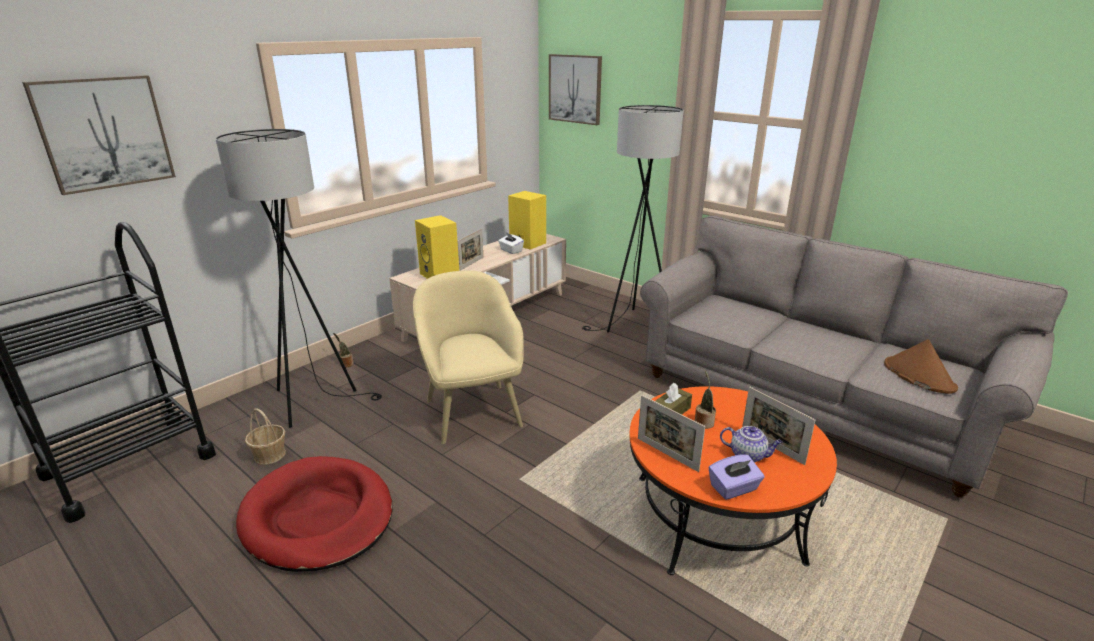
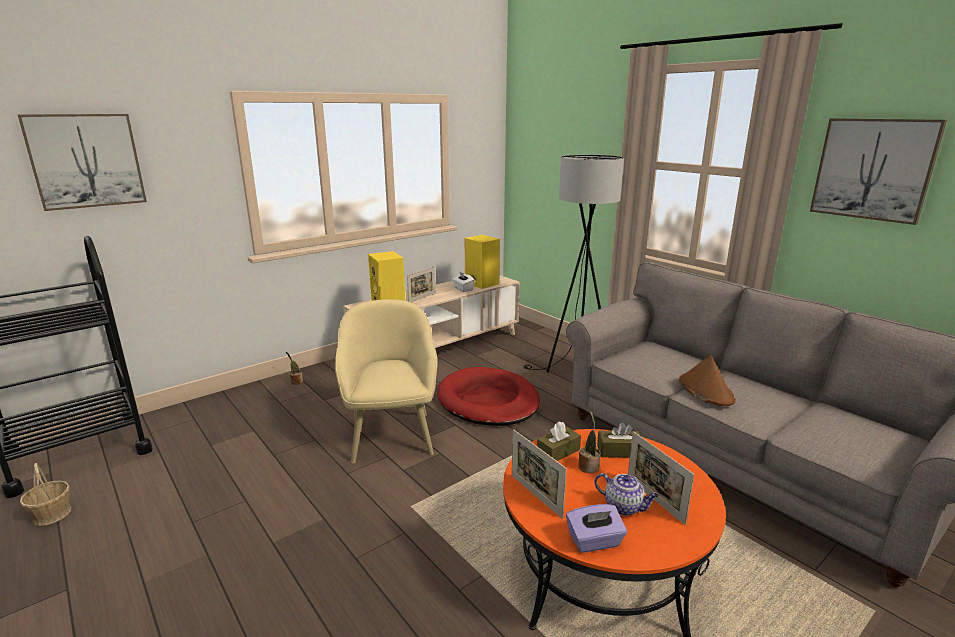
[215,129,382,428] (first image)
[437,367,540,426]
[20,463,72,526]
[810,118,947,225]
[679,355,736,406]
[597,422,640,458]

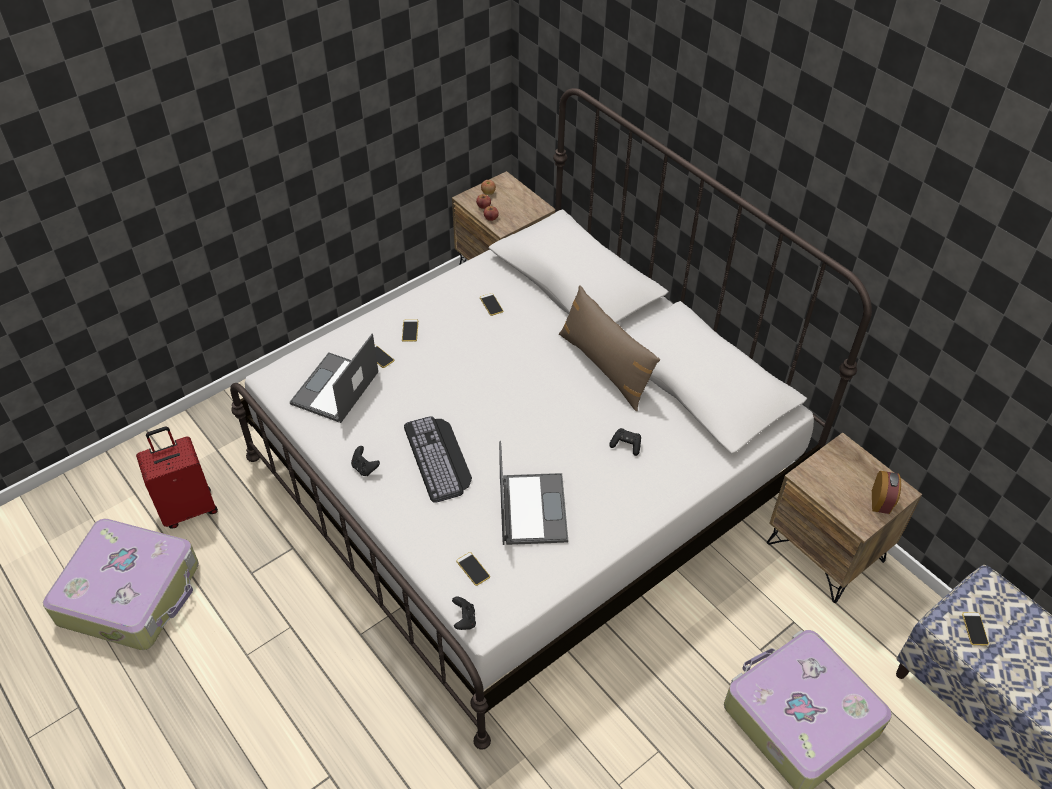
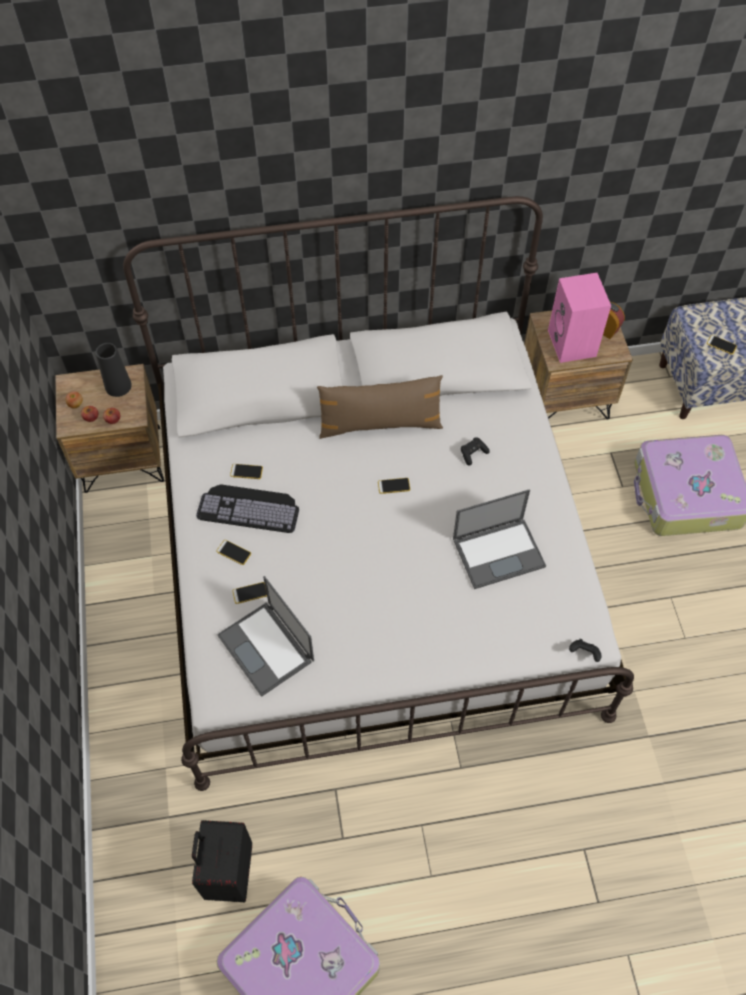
[192,820,252,902]
[351,446,380,476] (first image)
[196,484,299,533]
[378,478,410,494]
[453,489,546,589]
[96,343,132,397]
[548,273,611,363]

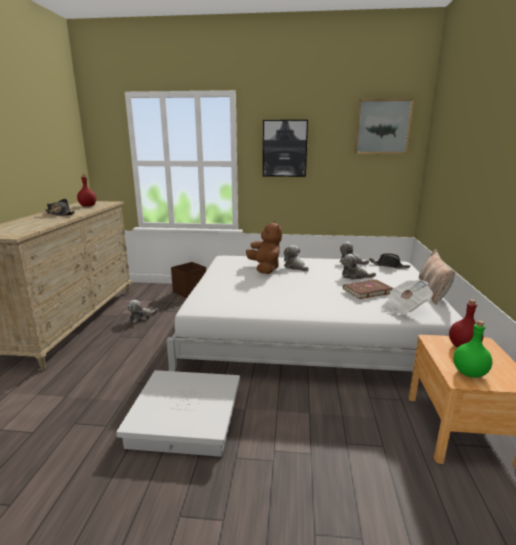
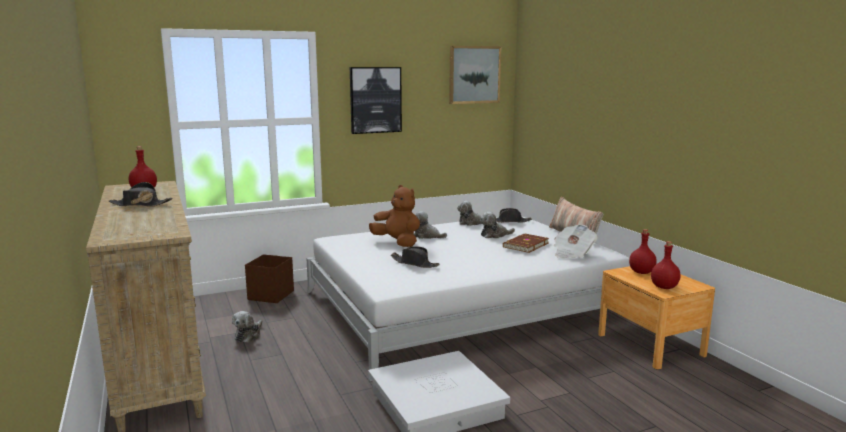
[651,241,681,289]
[391,246,439,268]

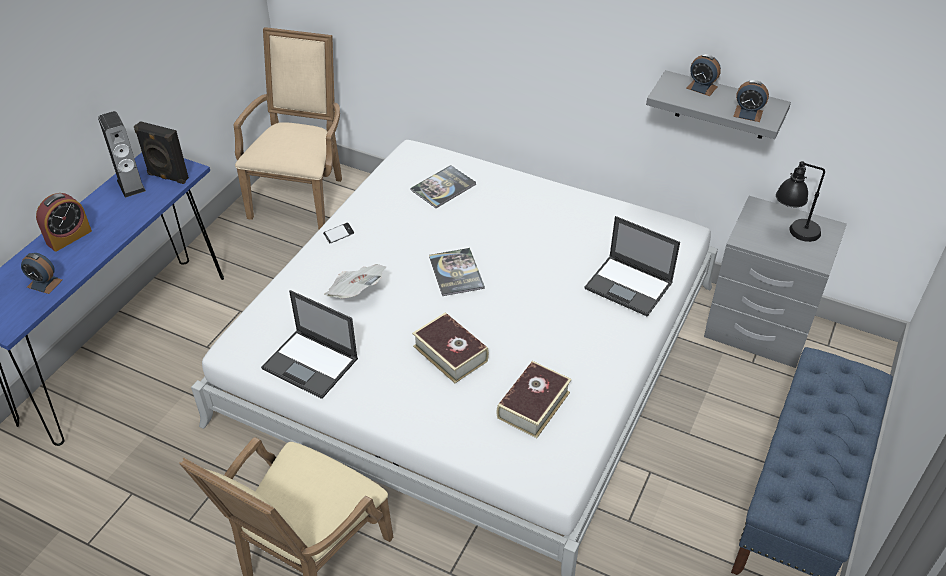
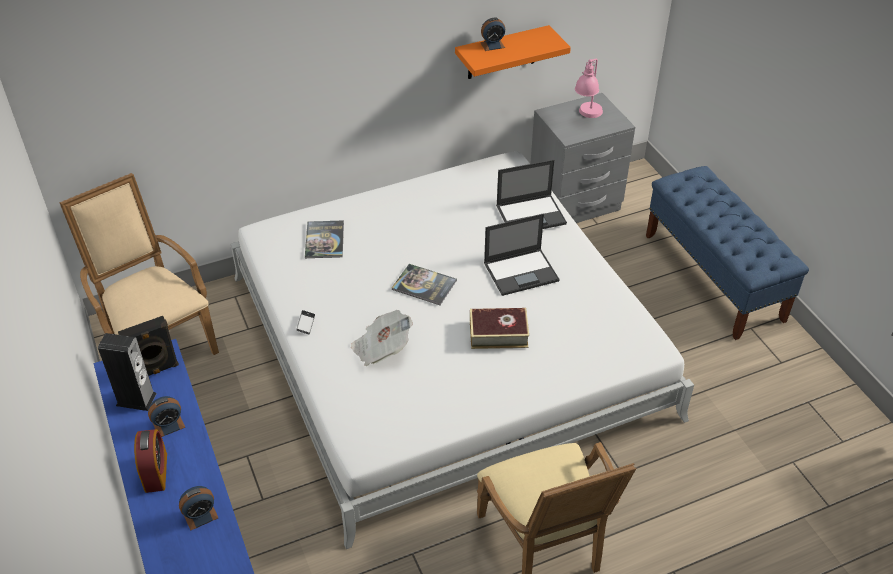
[484,214,560,296]
[497,361,572,438] (first image)
[455,25,571,79]
[148,396,185,437]
[575,58,603,118]

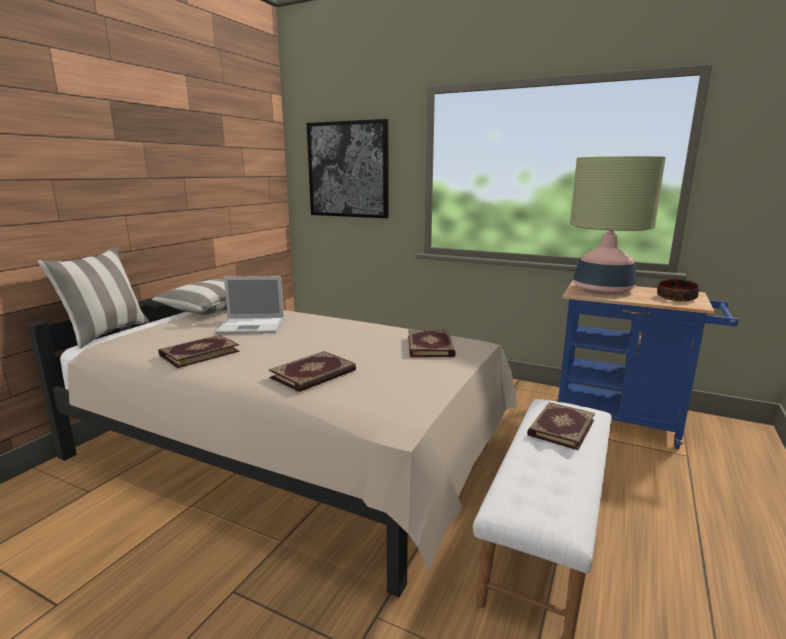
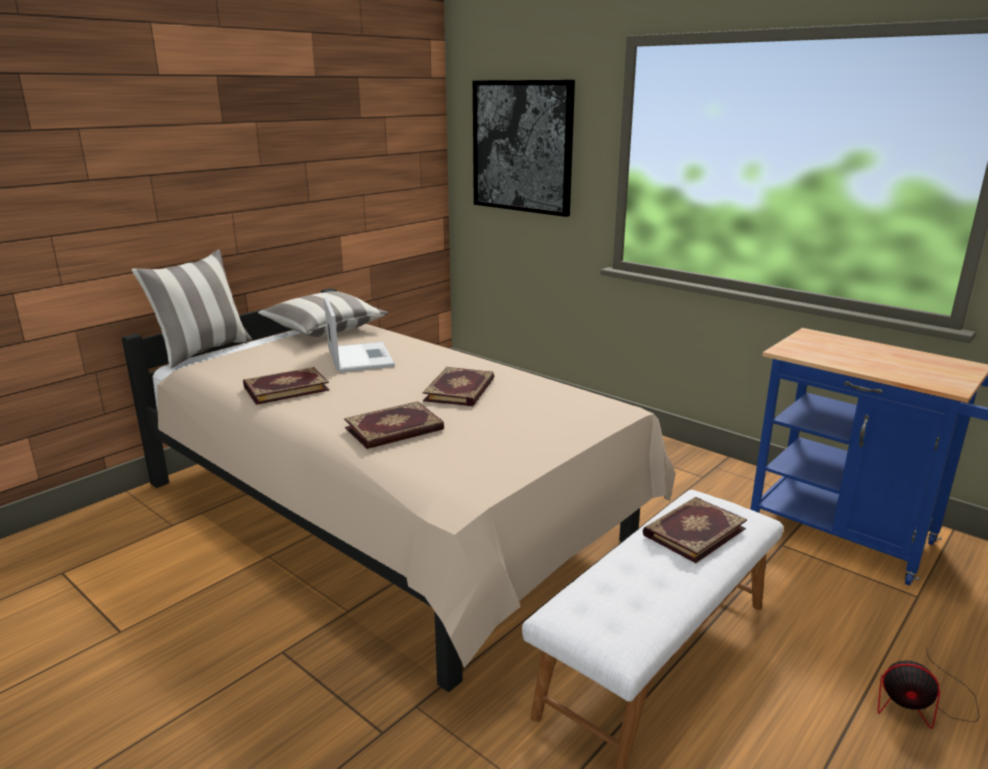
[324,297,395,373]
[423,367,494,406]
[570,156,666,295] (first image)
[657,279,699,302] (first image)
[878,647,980,729]

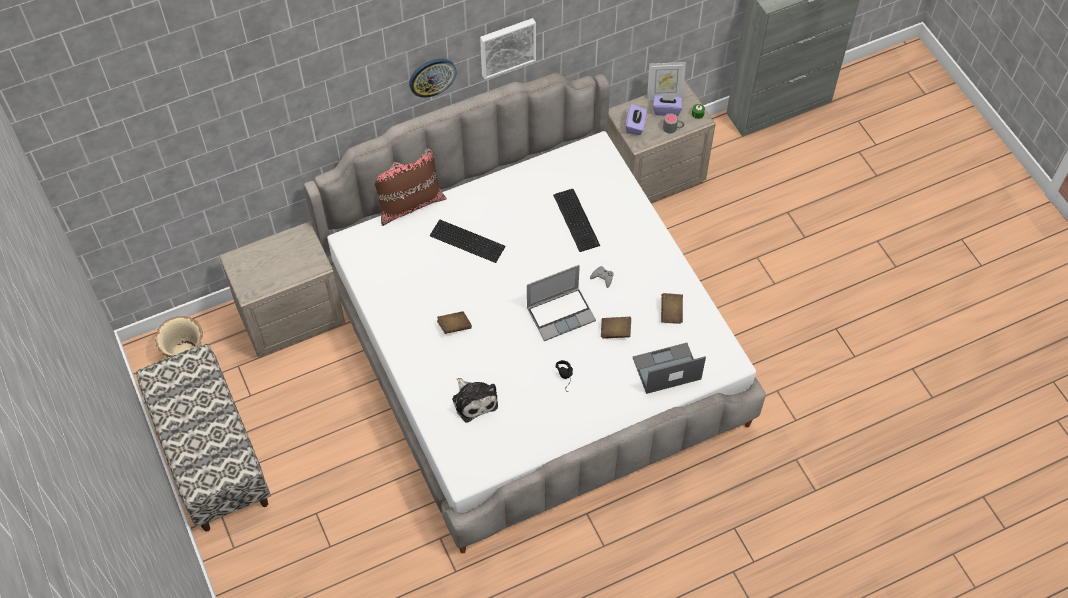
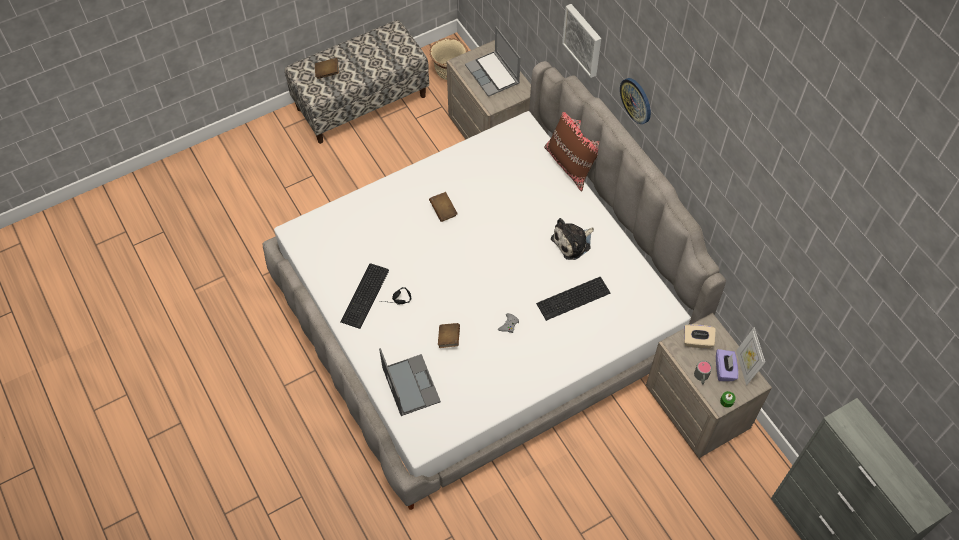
[340,263,389,329]
[551,218,594,260]
[562,4,601,78]
[465,26,521,97]
[684,324,716,349]
[315,58,339,79]

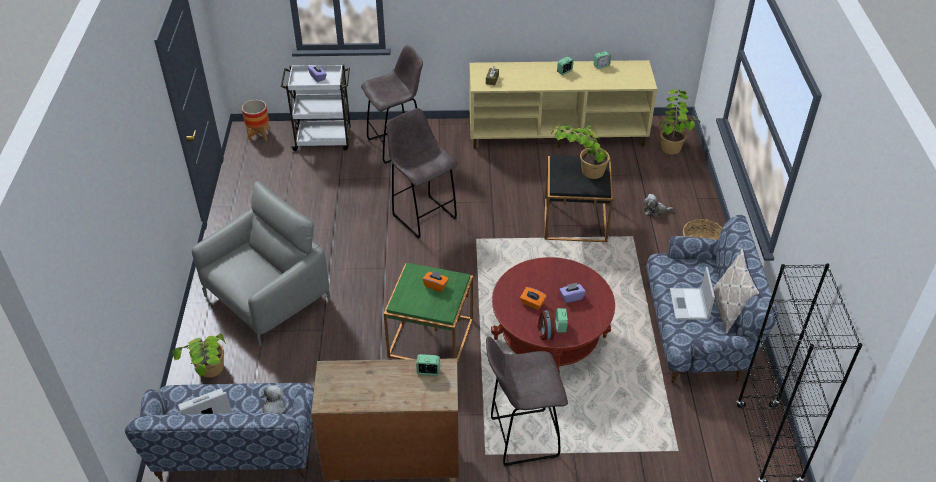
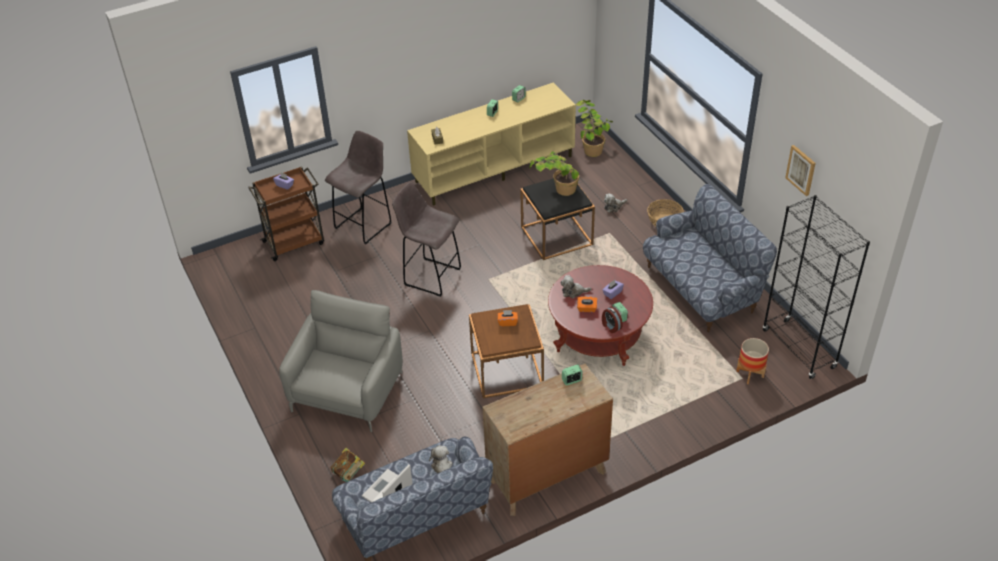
[331,448,365,482]
[736,338,769,384]
[248,166,324,261]
[469,304,544,398]
[486,336,568,466] (first image)
[670,267,715,320] (first image)
[713,249,760,334] (first image)
[561,275,591,298]
[785,145,816,196]

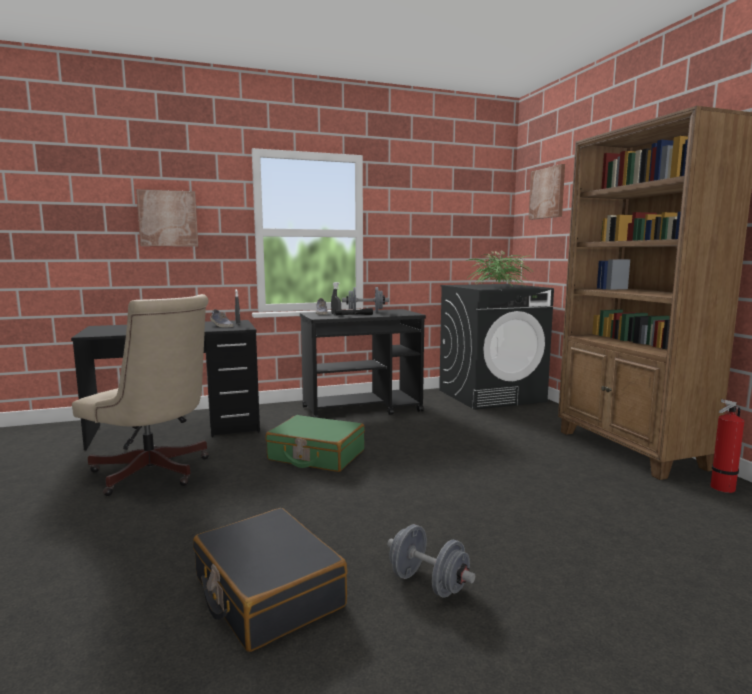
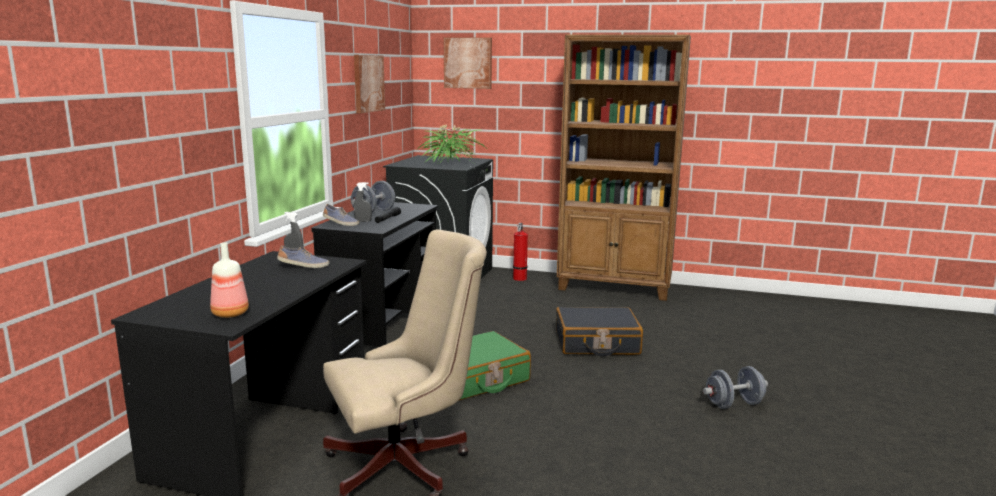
[354,55,385,113]
[556,307,643,356]
[513,223,528,281]
[210,243,249,318]

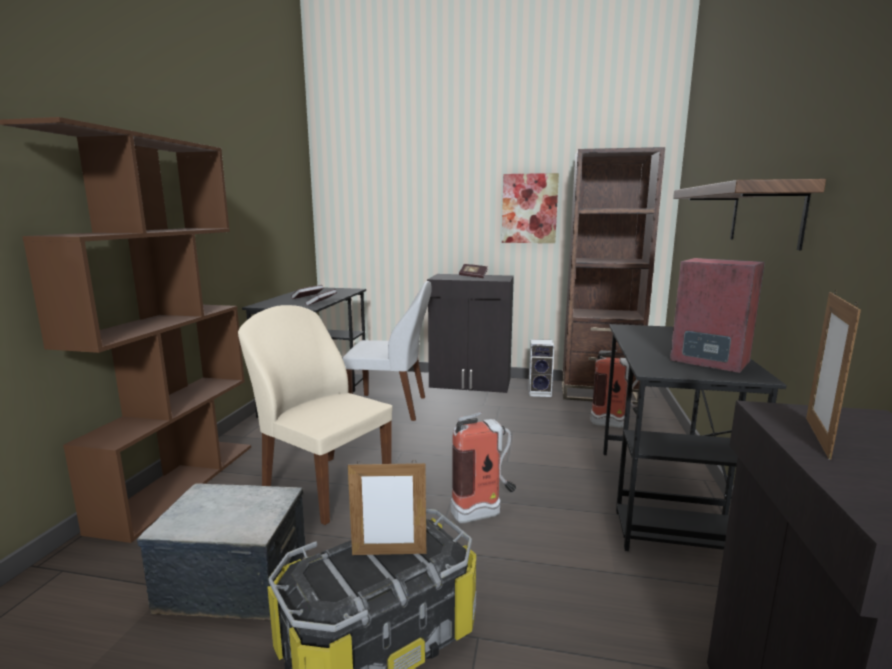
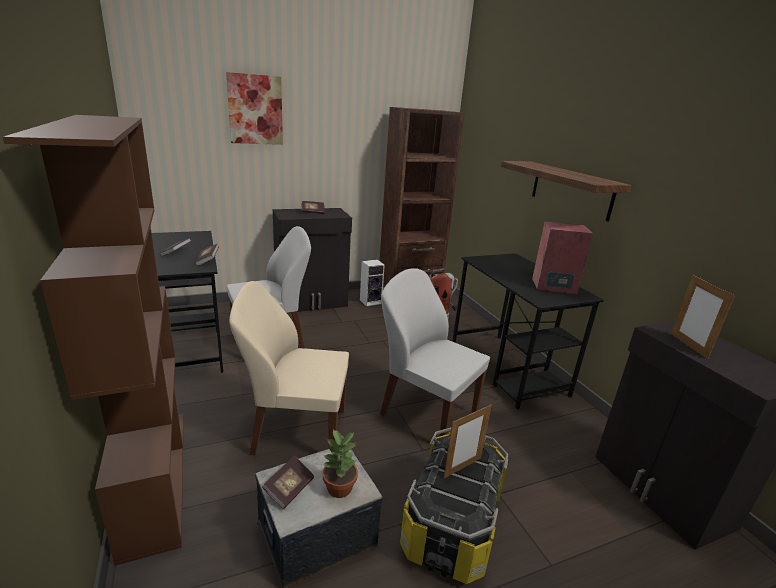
[380,268,490,437]
[226,72,283,145]
[262,455,314,509]
[323,429,358,498]

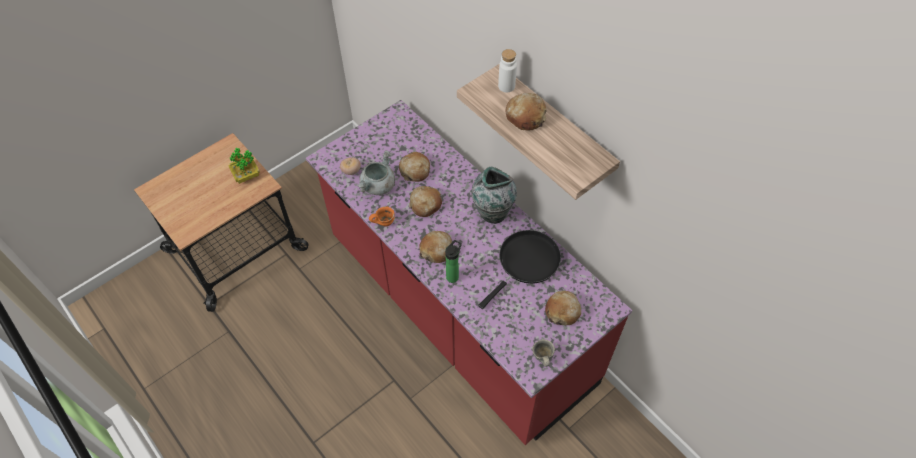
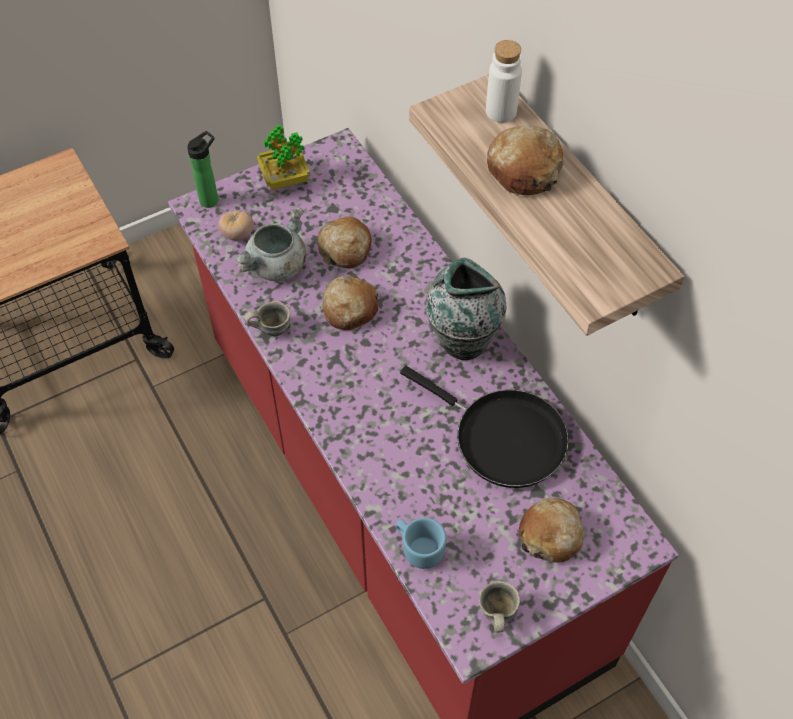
[257,125,310,190]
[244,301,290,336]
[420,231,452,263] (first image)
[187,131,218,208]
[400,366,569,488]
[396,518,447,569]

